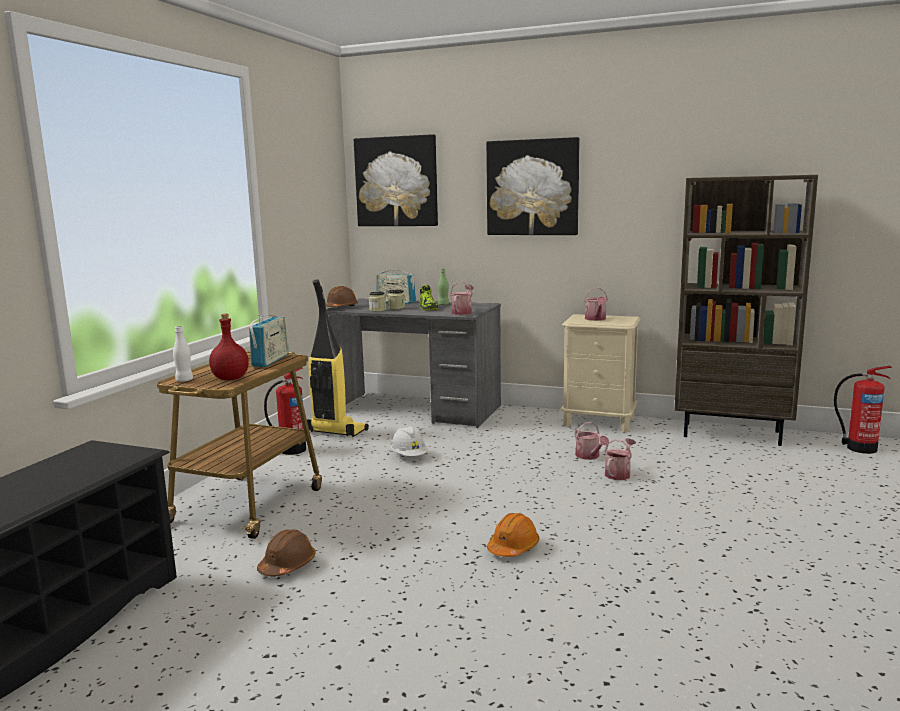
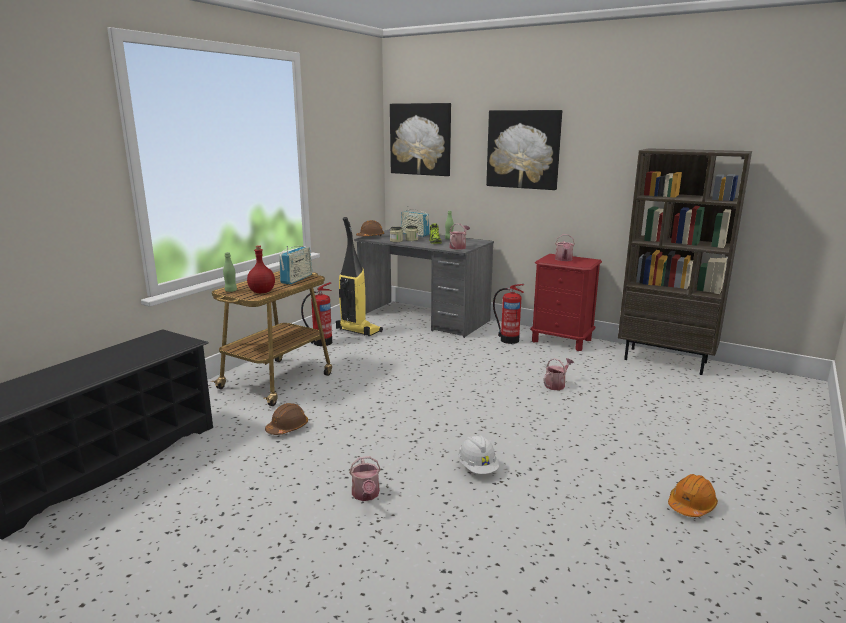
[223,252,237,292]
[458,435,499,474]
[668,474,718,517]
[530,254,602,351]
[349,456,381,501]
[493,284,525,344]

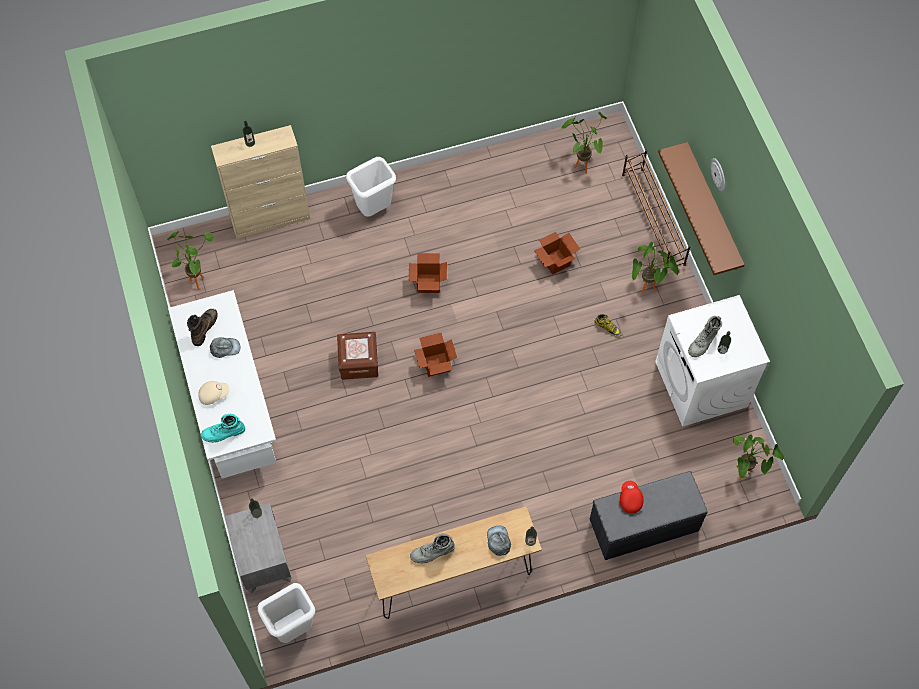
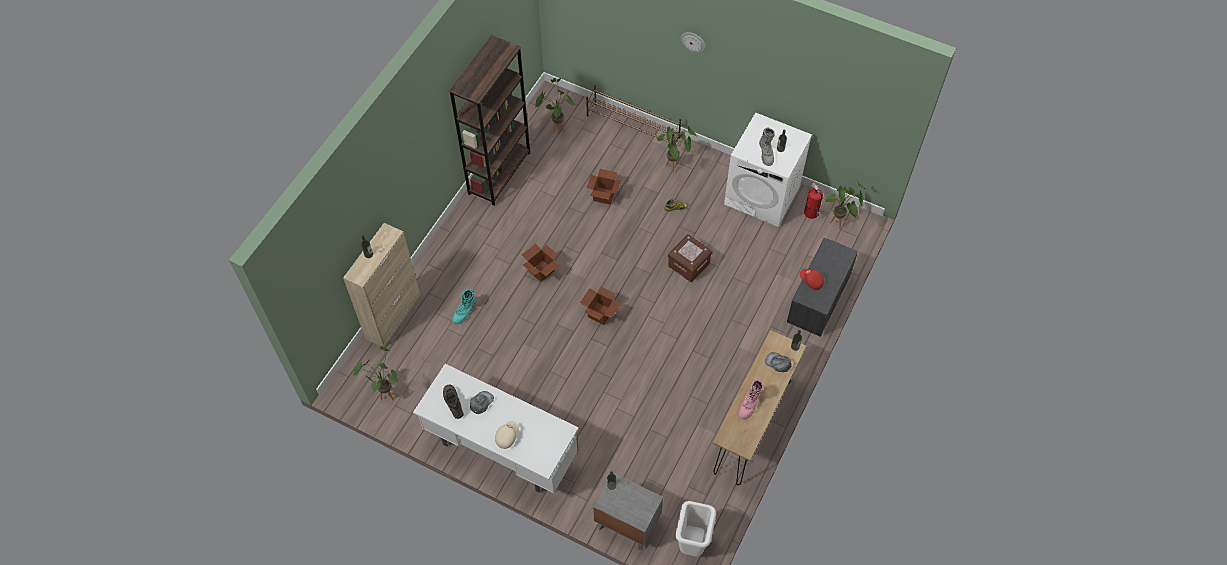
[452,289,476,324]
[668,234,712,282]
[346,157,396,217] (first image)
[738,379,763,419]
[658,142,745,275] (first image)
[449,35,530,205]
[804,183,823,219]

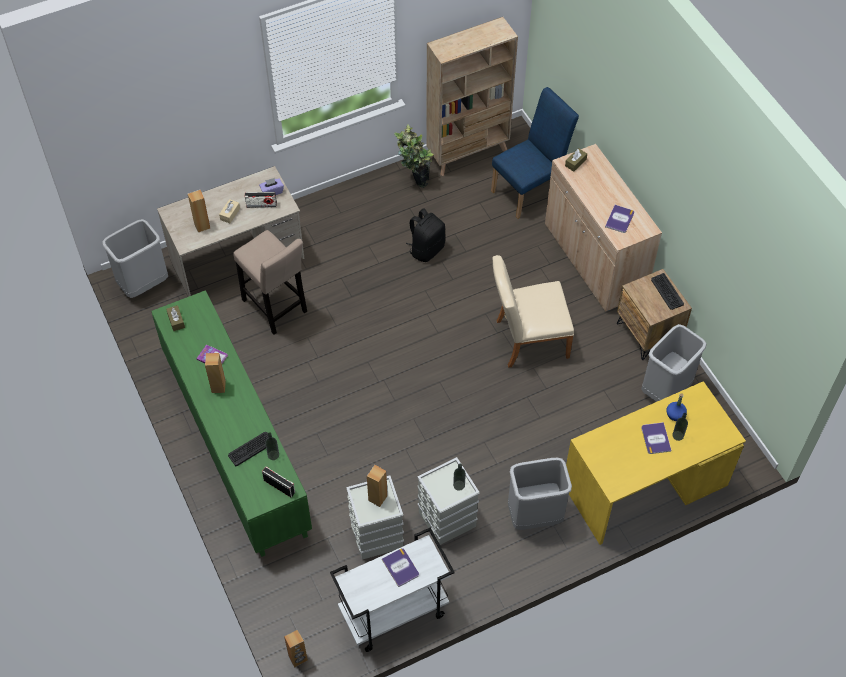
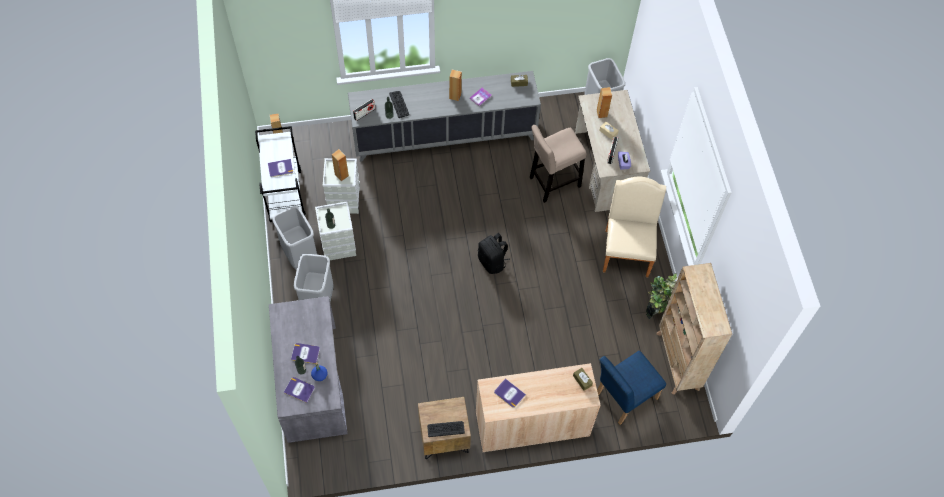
[348,71,541,162]
[478,233,510,274]
[597,351,666,425]
[603,177,666,277]
[269,296,347,443]
[272,206,317,270]
[283,377,315,403]

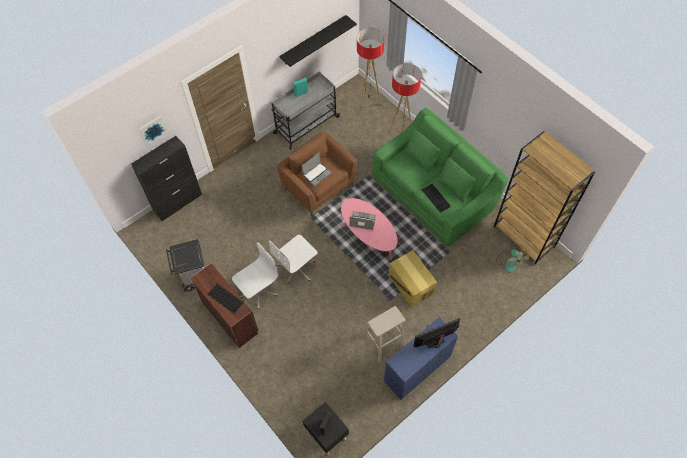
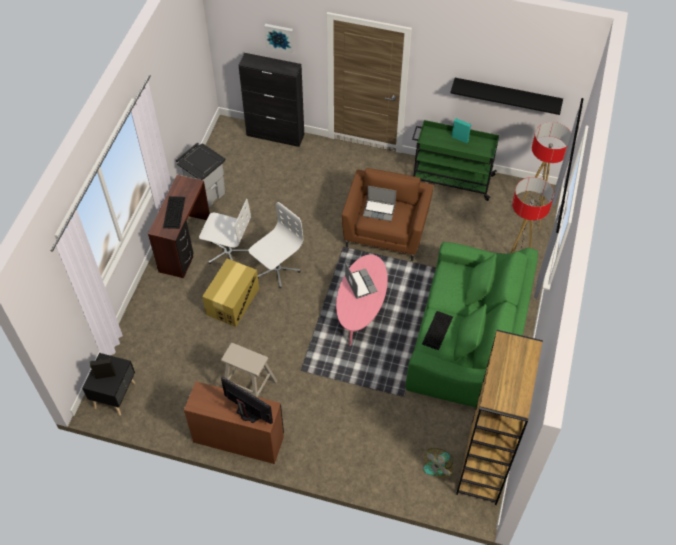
[248,202,303,288]
[412,120,499,201]
[184,381,284,464]
[202,258,259,327]

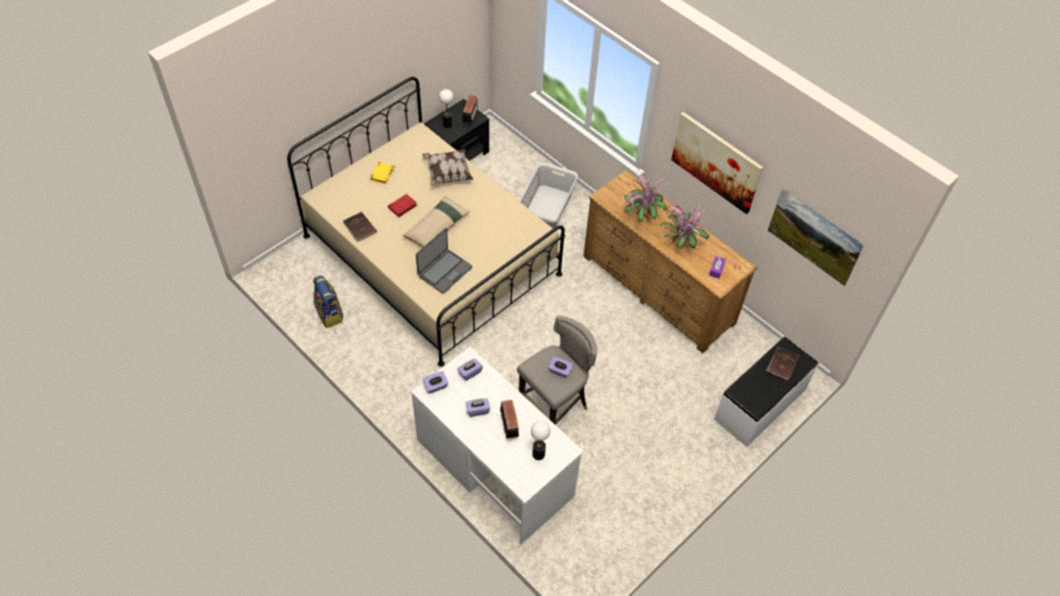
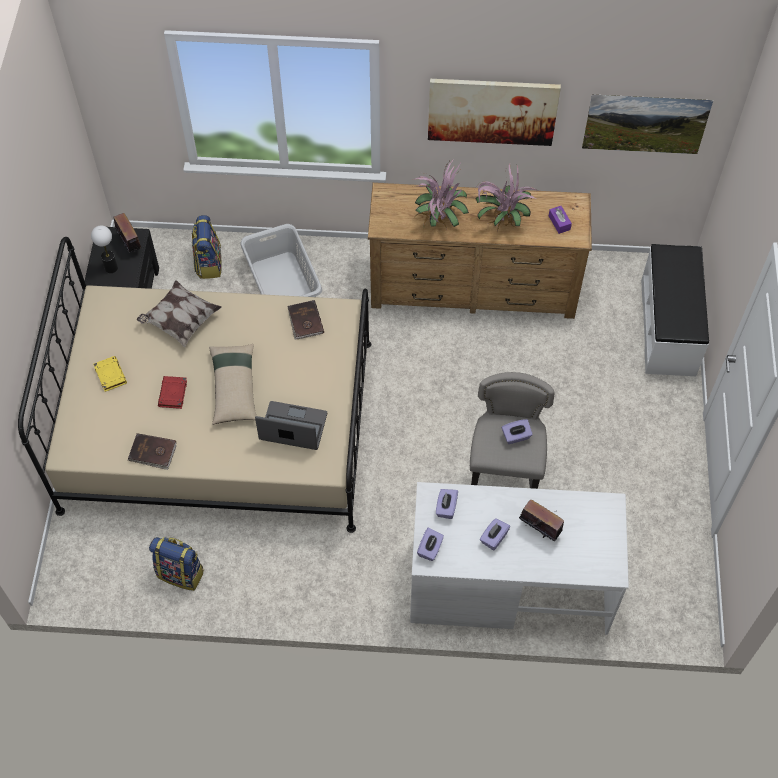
[255,401,327,450]
[531,421,550,460] (first image)
[288,300,324,340]
[192,215,222,279]

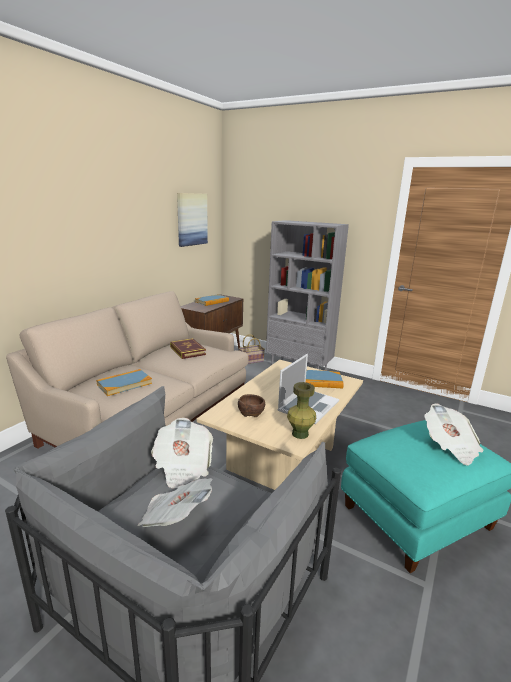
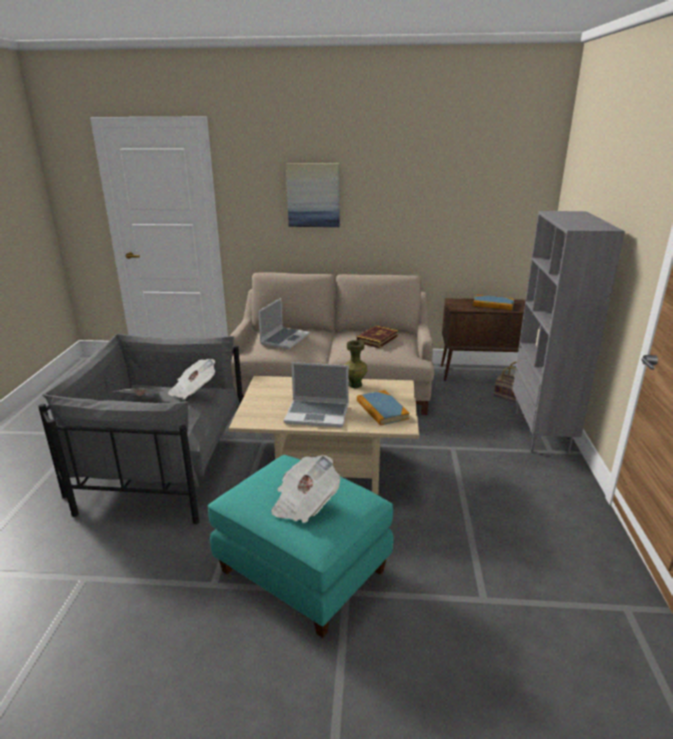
[258,298,310,349]
[286,163,340,227]
[238,394,265,417] (first image)
[344,340,367,388]

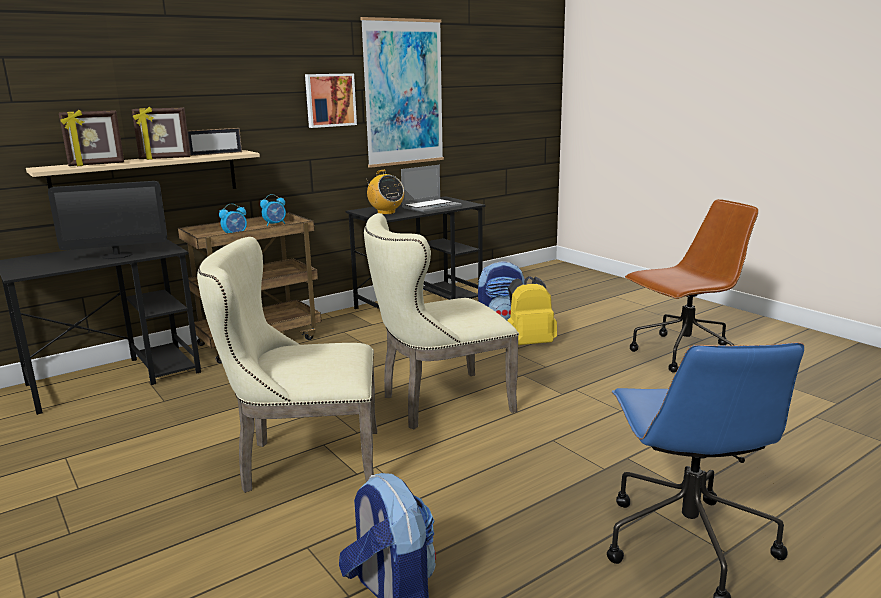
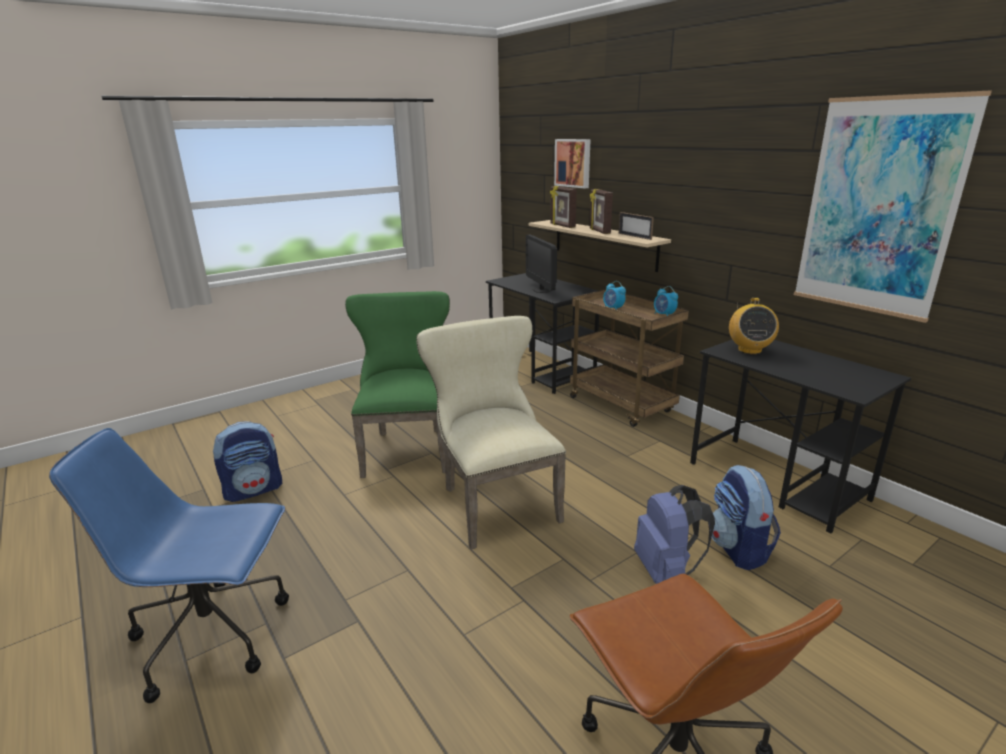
[345,291,450,478]
[554,139,591,189]
[729,298,779,354]
[401,165,462,213] (first image)
[634,485,715,584]

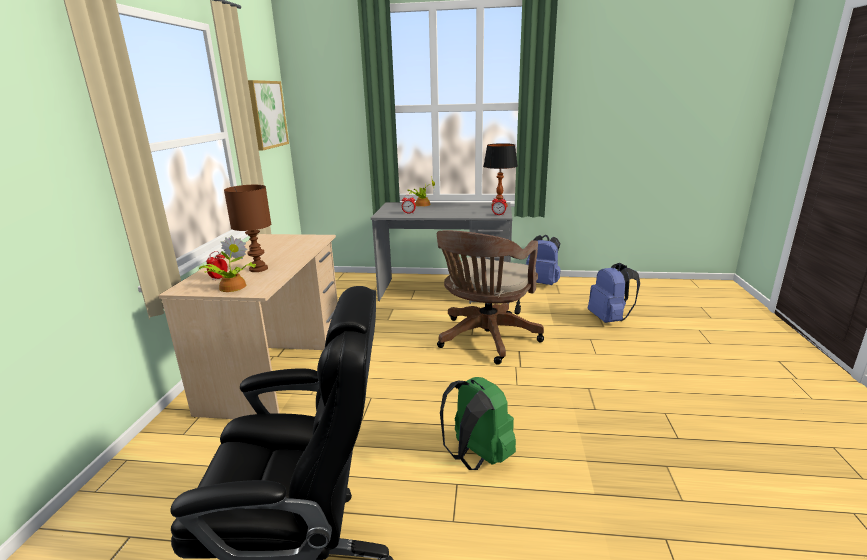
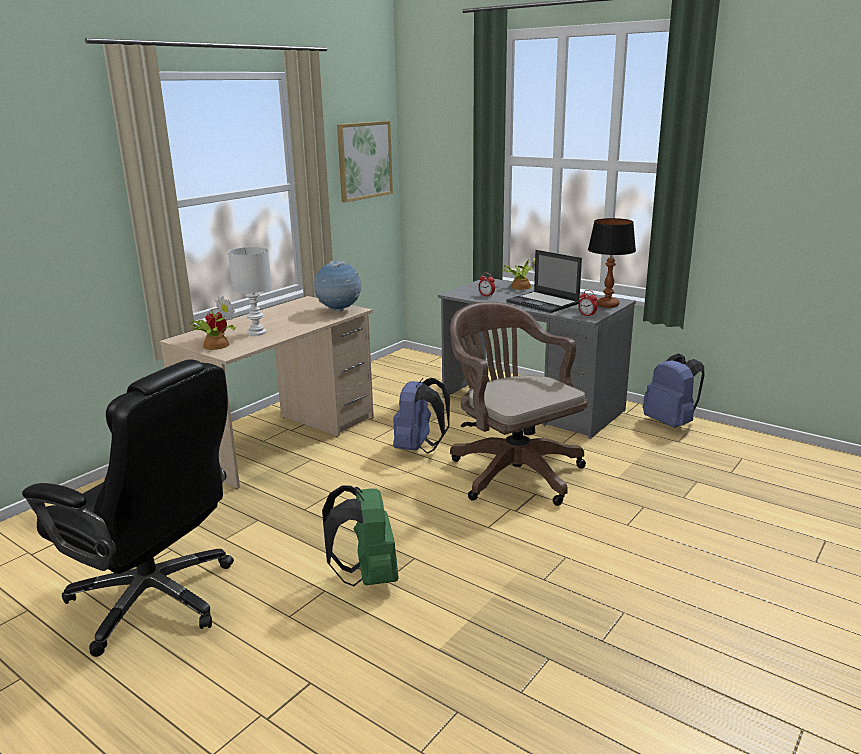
[228,247,272,336]
[450,302,587,506]
[393,378,450,454]
[314,261,361,311]
[506,250,582,313]

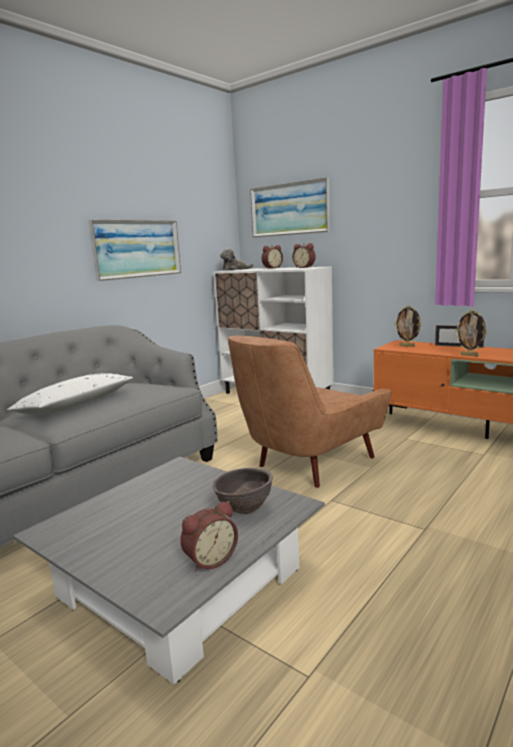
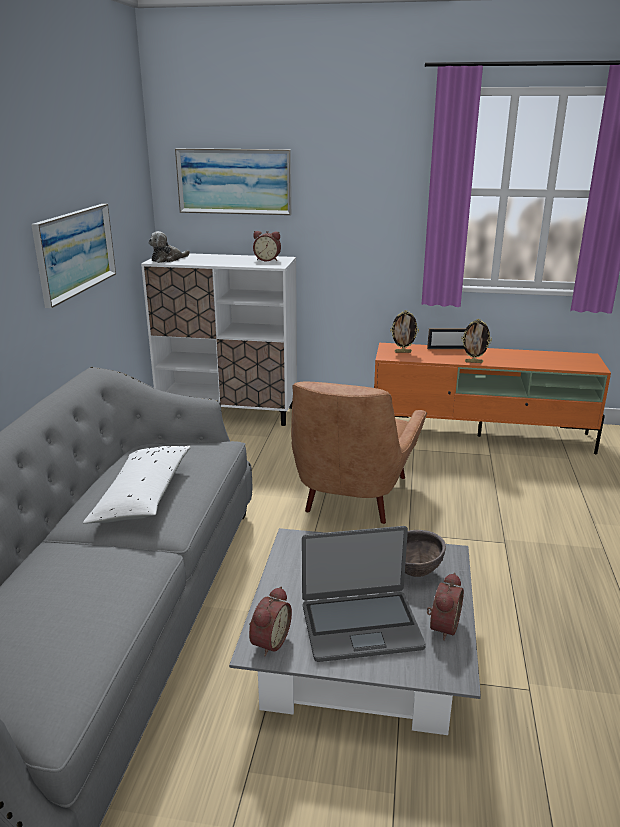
[249,586,292,656]
[302,526,426,662]

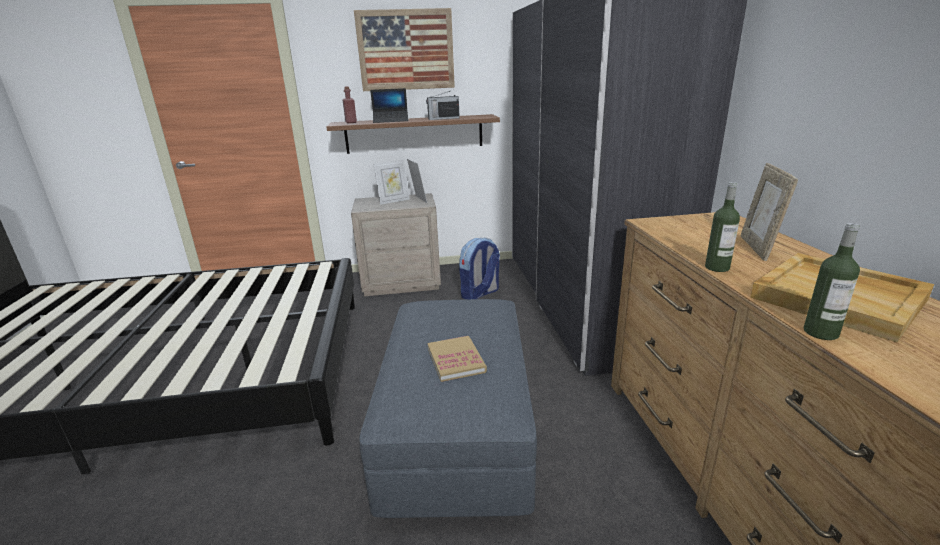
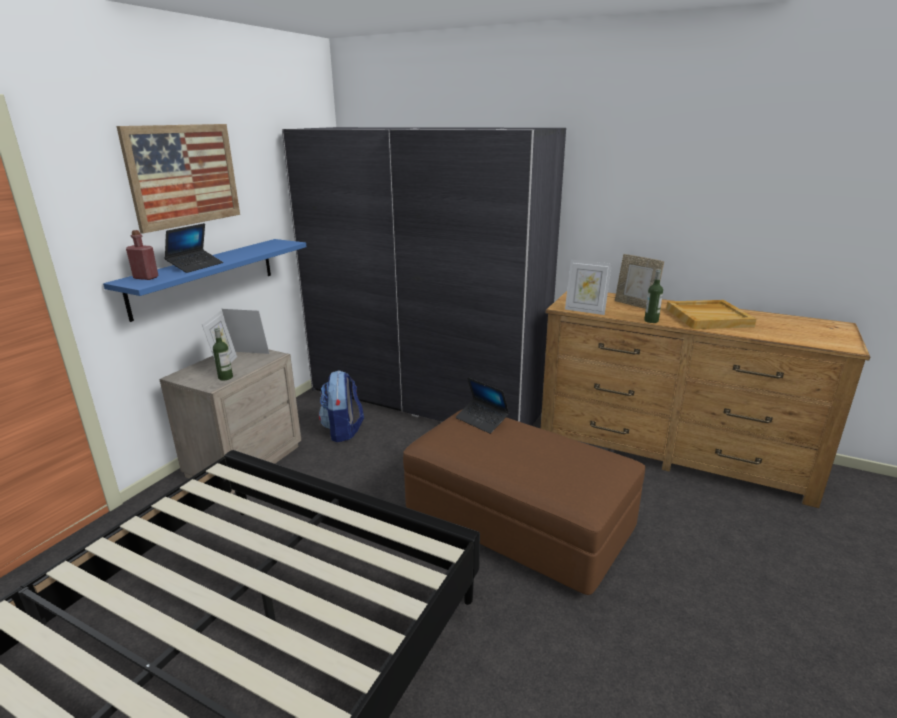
[103,239,307,322]
[403,409,645,595]
[426,91,460,120] (first image)
[427,336,487,382] (first image)
[213,327,233,381]
[456,377,509,434]
[565,259,612,315]

